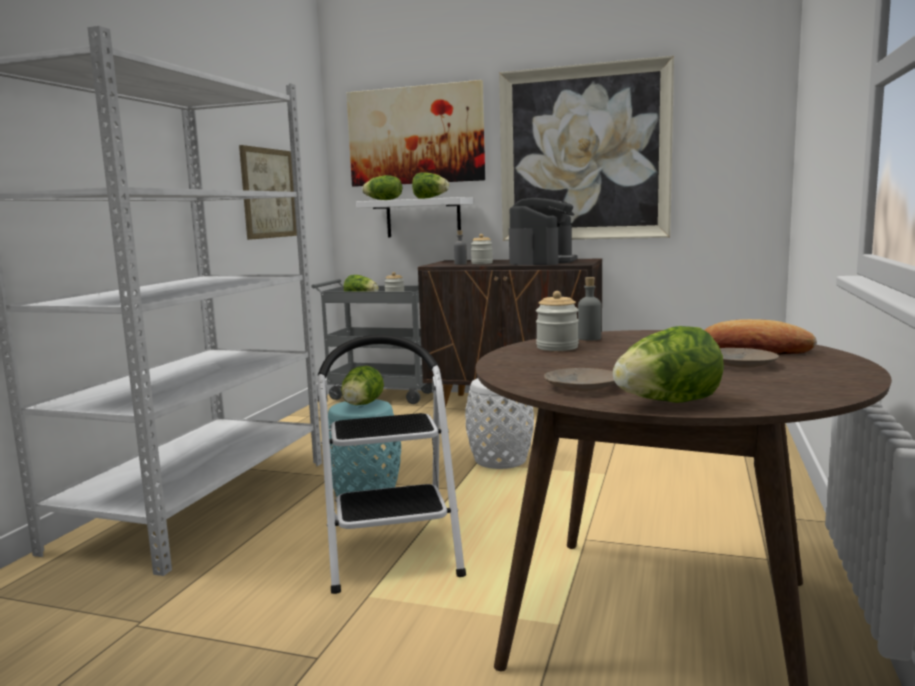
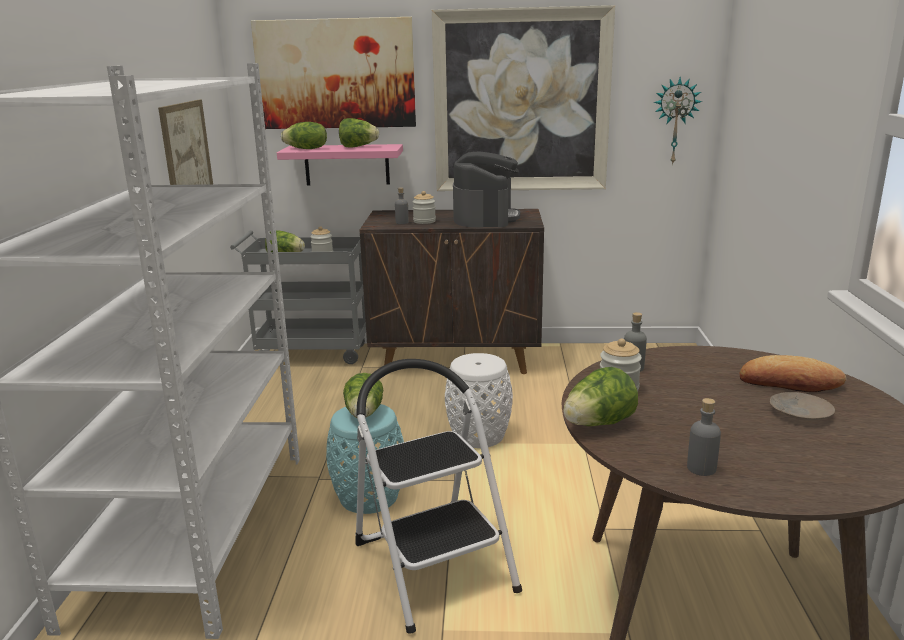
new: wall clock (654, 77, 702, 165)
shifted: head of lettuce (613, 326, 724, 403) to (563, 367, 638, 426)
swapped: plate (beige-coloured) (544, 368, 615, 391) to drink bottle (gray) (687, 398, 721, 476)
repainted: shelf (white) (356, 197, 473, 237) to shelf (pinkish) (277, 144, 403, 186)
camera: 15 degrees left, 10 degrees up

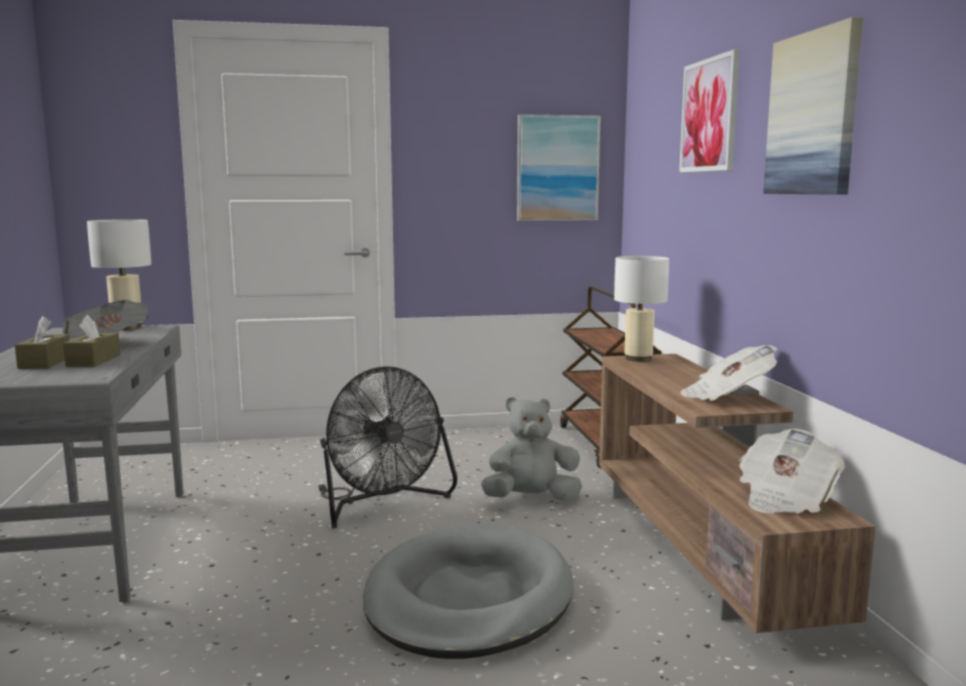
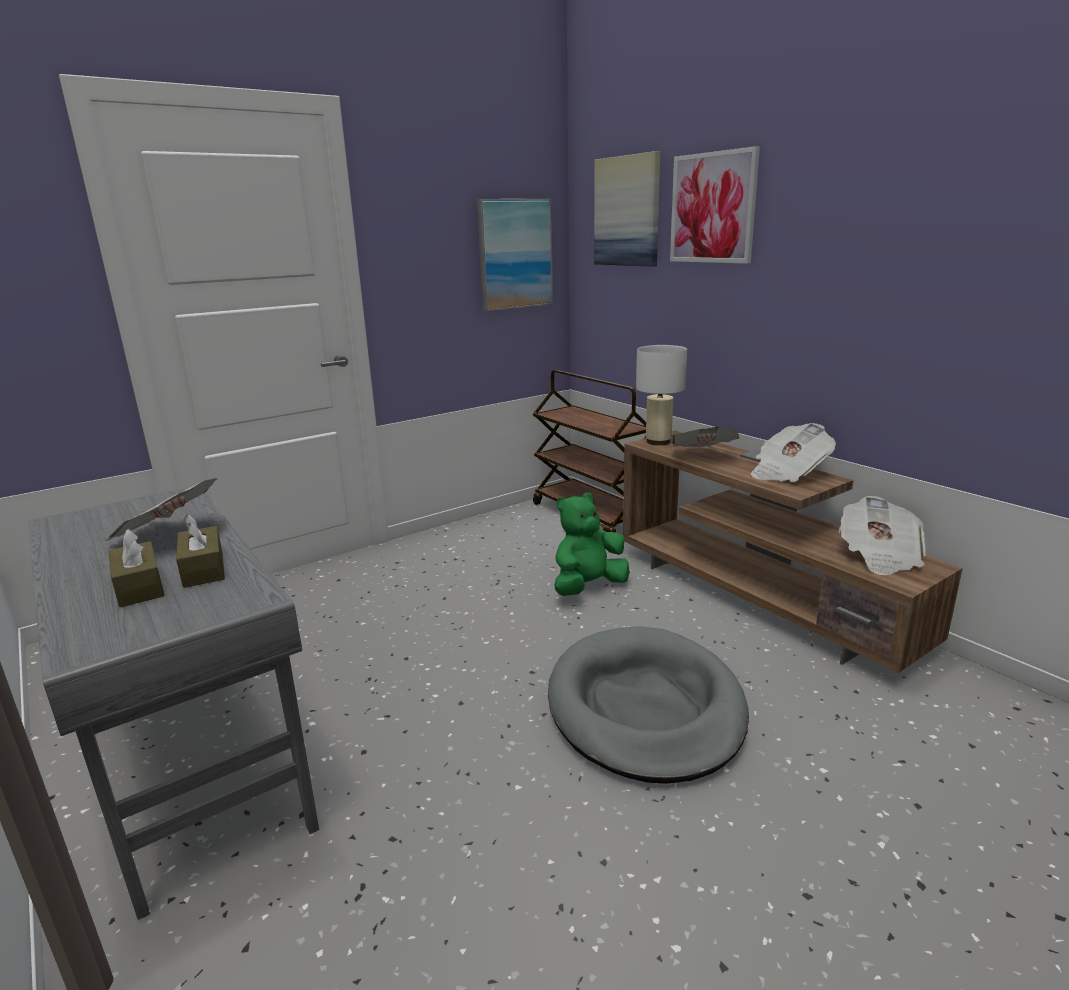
gone: tabletop lamp (white) (87, 219, 151, 330); cooling fan (black) (318, 366, 457, 528)
new: newspaper (671, 427, 740, 447)
shifted: wall picture (763, 17, 863, 195) to (594, 151, 661, 267)
repainted: cuddly toy (gray) (481, 397, 582, 501) to cuddly toy (greenish) (554, 493, 630, 596)
camera: 25 degrees left, 10 degrees up

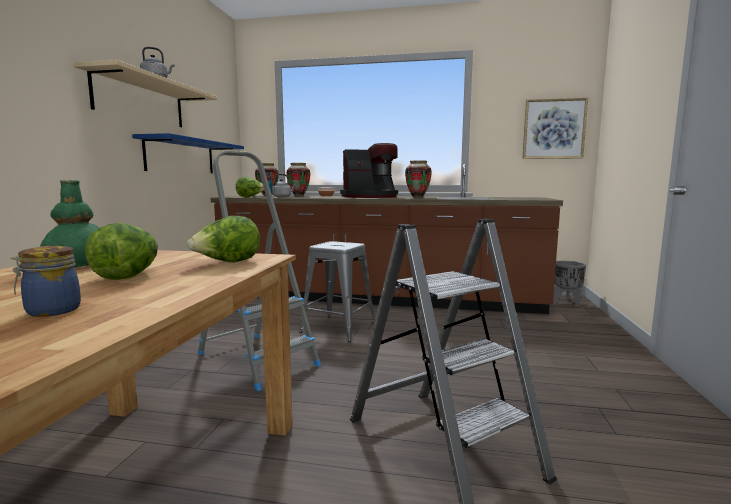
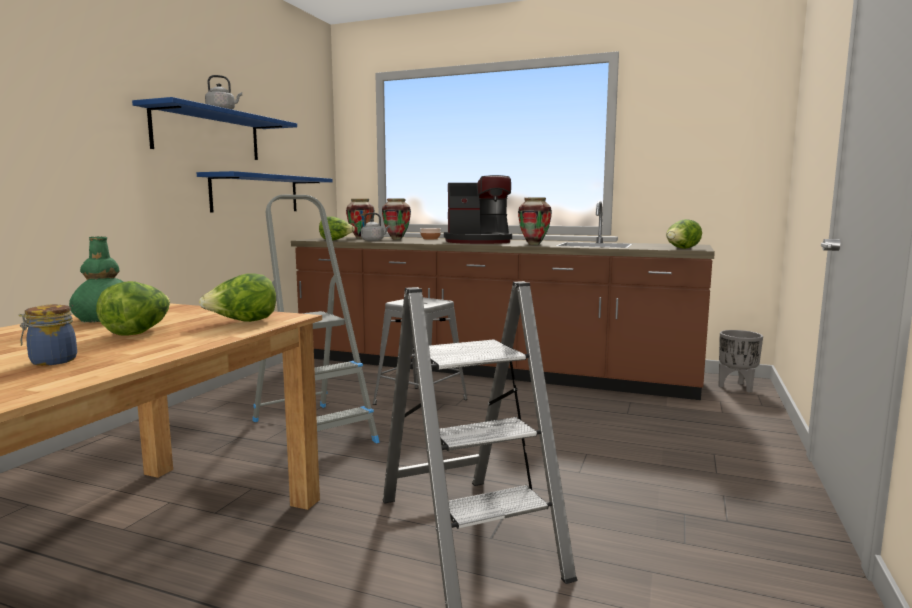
gone: wall picture (522, 98, 588, 159)
new: head of lettuce (666, 219, 702, 249)
repainted: shelf (beige-coloured) (74, 60, 218, 127) to shelf (blue-coloured) (132, 97, 297, 160)
camera: 10 degrees right, 0 degrees up

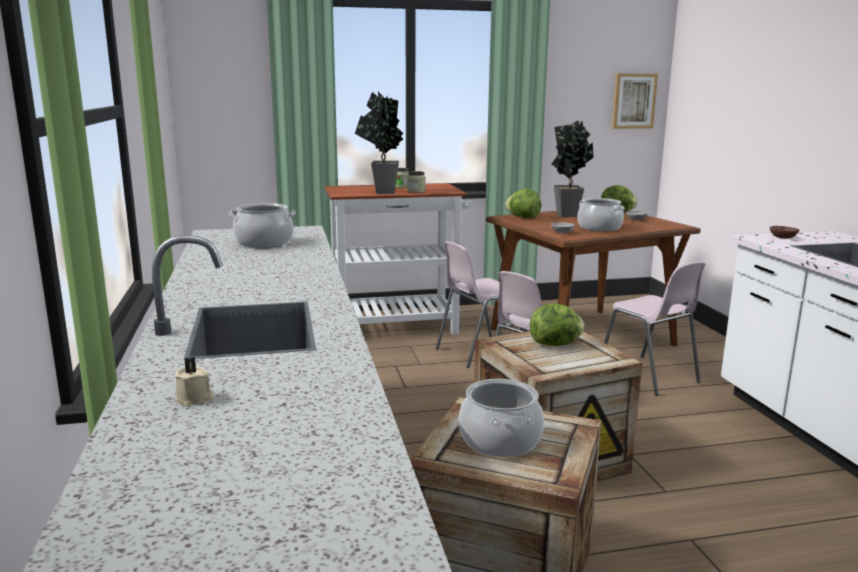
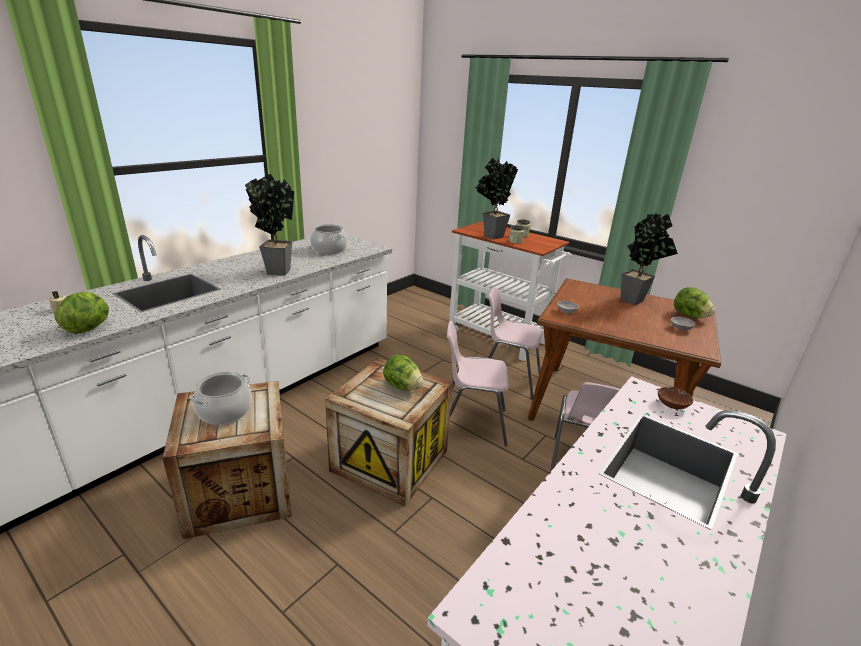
gone: cooking pot (577, 198, 624, 232); wall picture (612, 73, 658, 129)
new: plant in a pot (245, 173, 294, 276)
shifted: head of lettuce (505, 189, 541, 218) to (54, 292, 109, 334)
camera: 50 degrees right, 10 degrees up

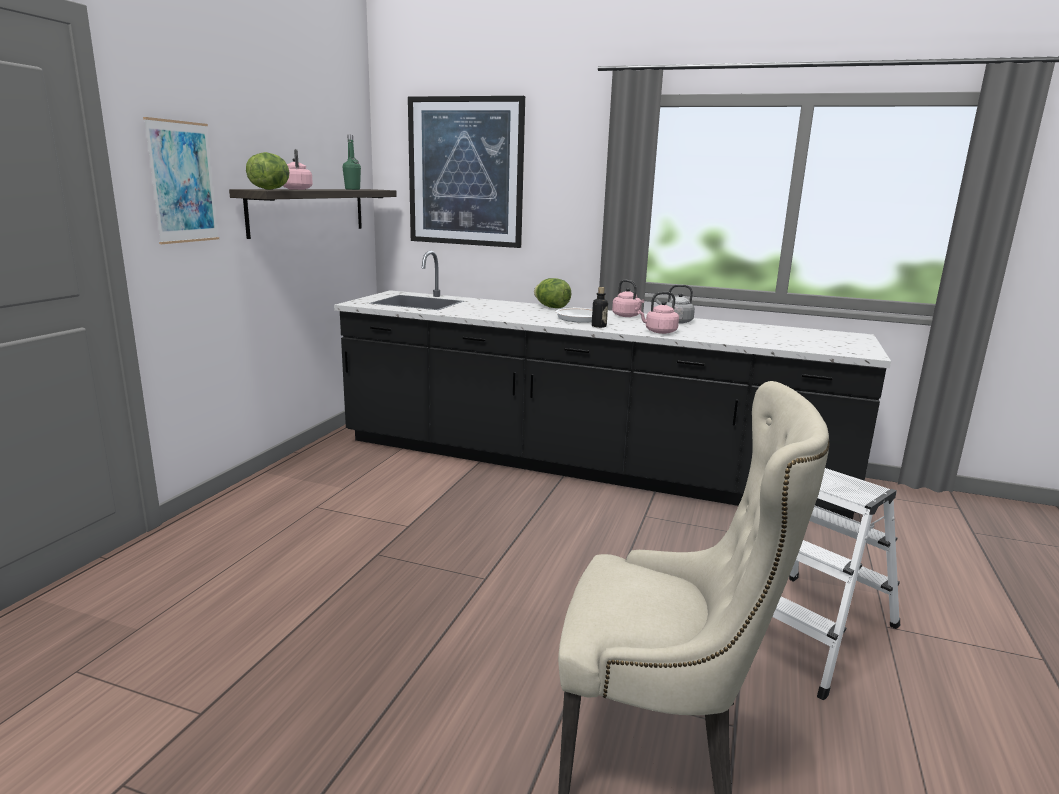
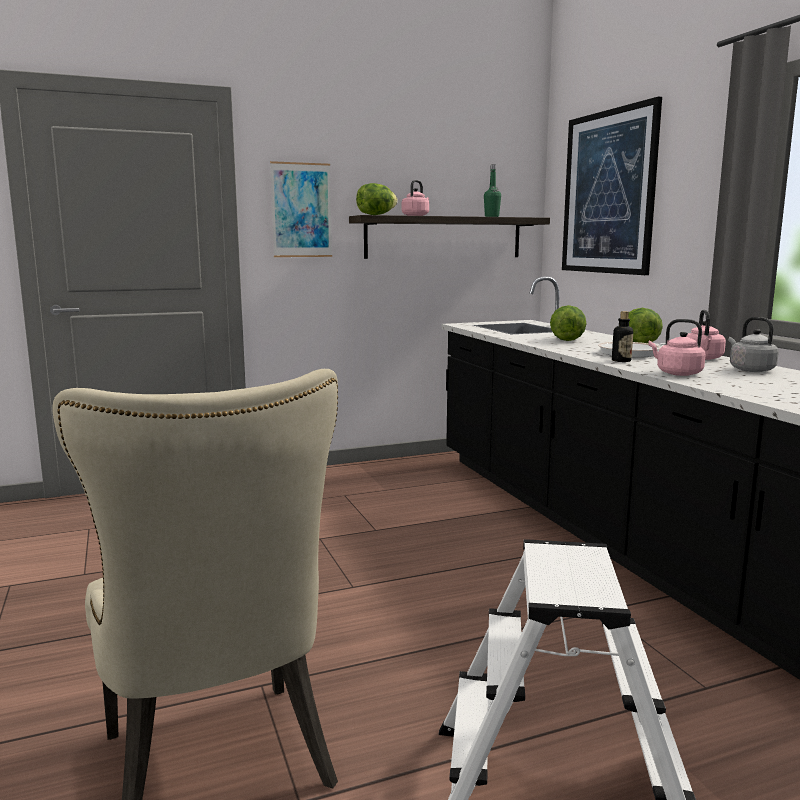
new: head of lettuce (550, 305, 586, 341)
camera: 50 degrees right, 5 degrees down

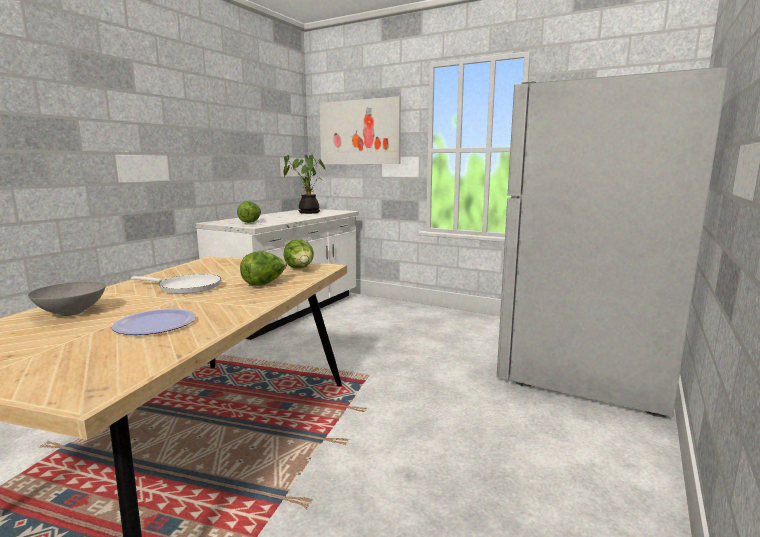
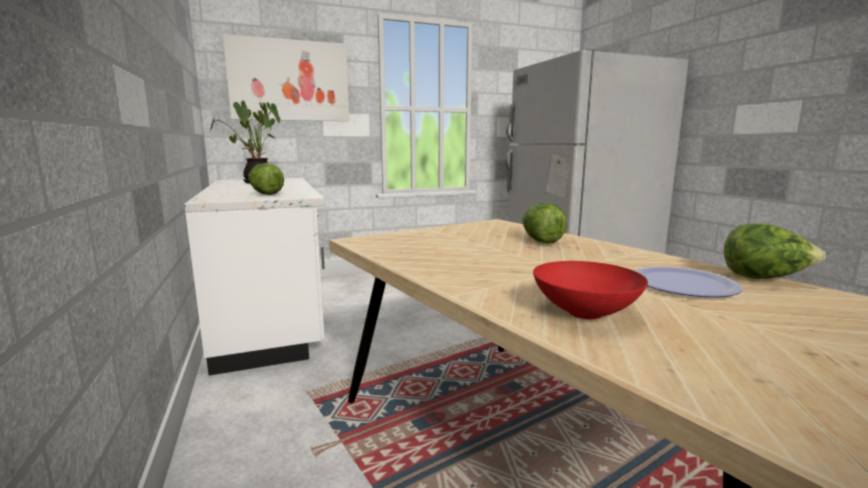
gone: frying pan (white) (131, 274, 221, 294)
shifted: head of lettuce (284, 239, 314, 269) to (724, 224, 826, 279)
repainted: deep dish (gray) (28, 282, 106, 316) to deep dish (red-coloured) (533, 261, 648, 319)
camera: 50 degrees left, 0 degrees up

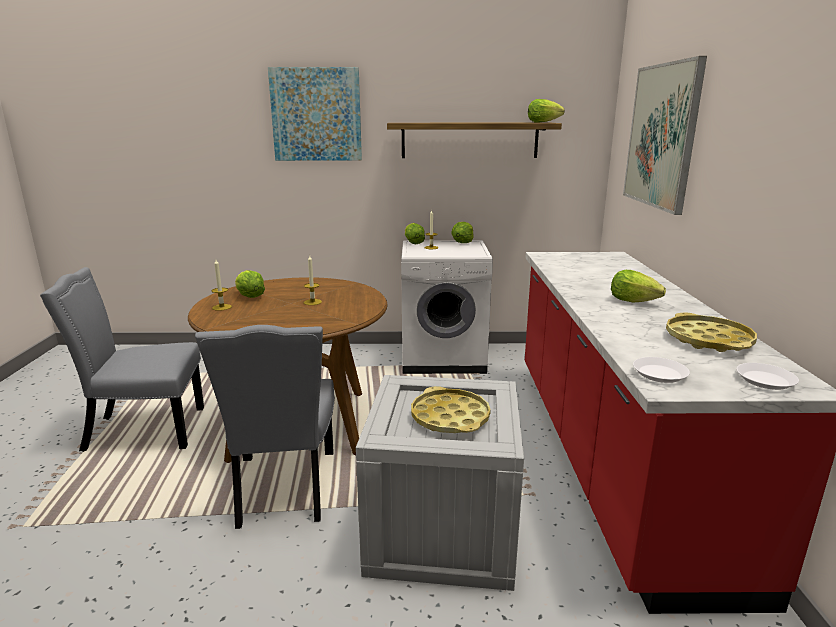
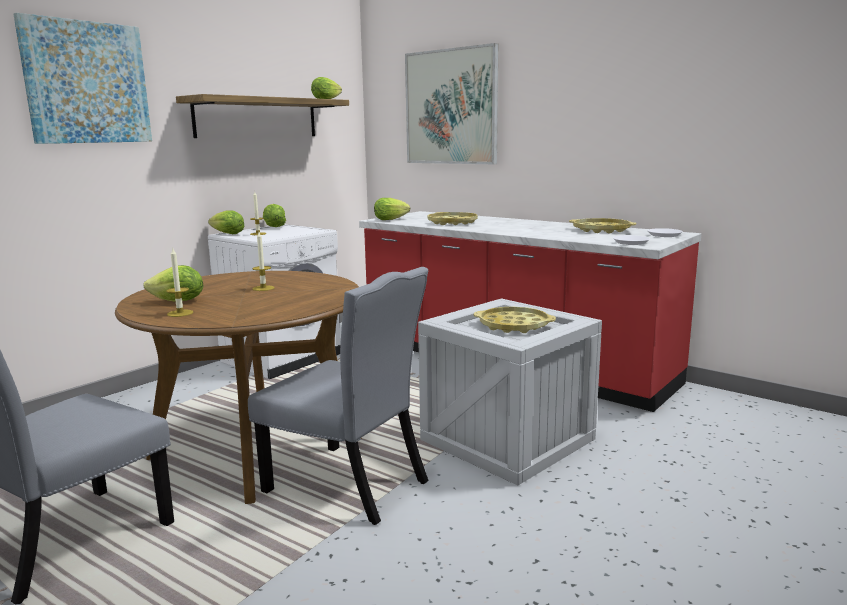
new: carrying tray (yellow) (427, 212, 478, 225)
shifted: head of lettuce (611, 270, 666, 302) to (374, 198, 410, 220)
camera: 50 degrees left, 5 degrees down

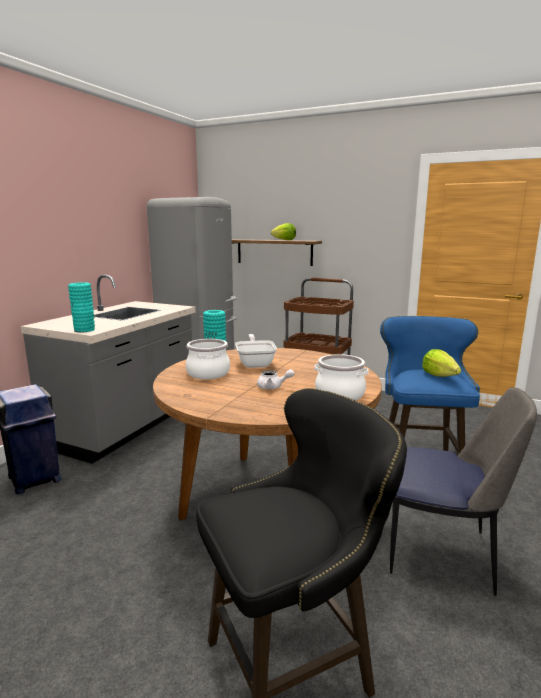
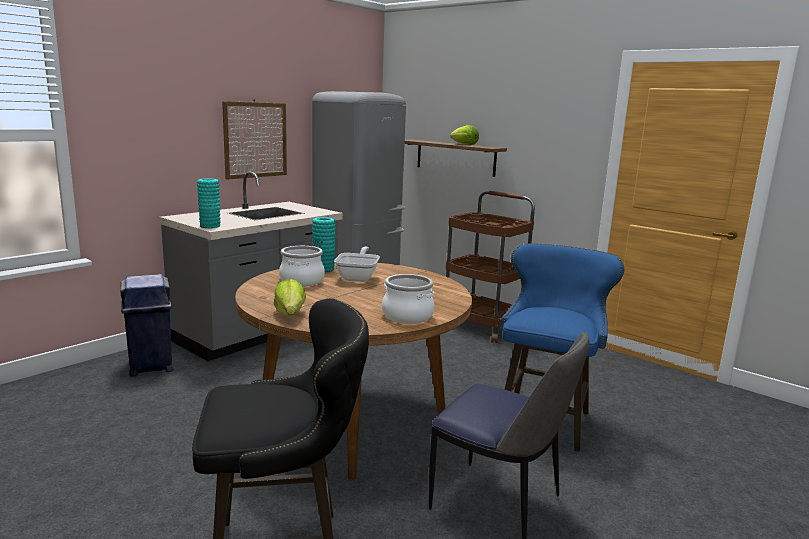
gone: pot for tea (white) (257, 369, 294, 389)
new: wall picture (222, 100, 287, 180)
shifted: head of lettuce (422, 349, 461, 377) to (274, 279, 306, 316)
camera: 15 degrees right, 0 degrees up

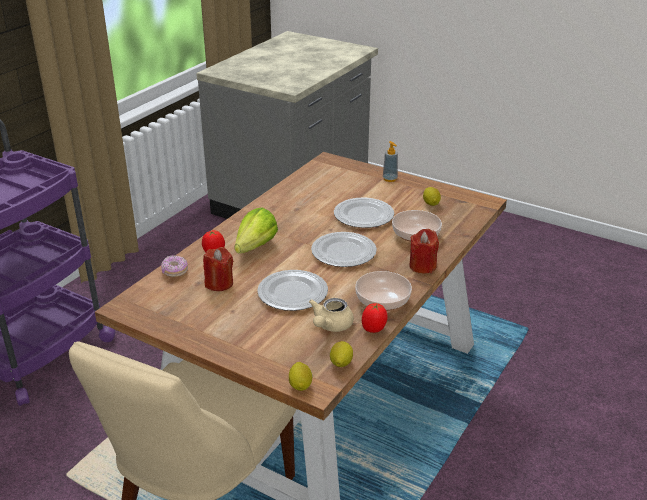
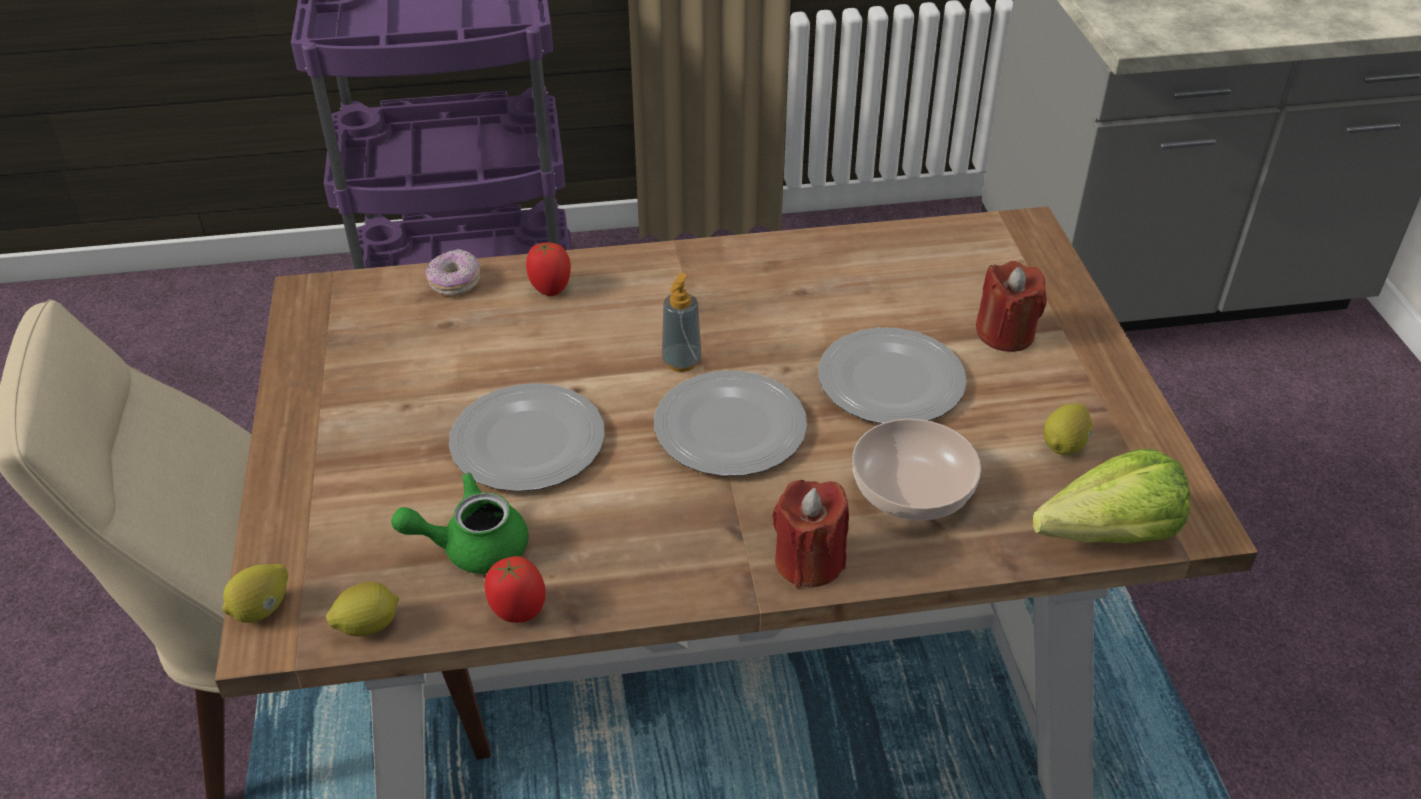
gone: deep dish (355, 271, 412, 311)
shifted: soap dispenser (383, 141, 398, 182) to (662, 273, 702, 372); candle (red-coloured) (203, 247, 233, 291) to (976, 261, 1047, 352); head of lettuce (234, 207, 278, 253) to (1033, 449, 1190, 543)
repainted: pot for tea (beige-coloured) (309, 298, 354, 332) to pot for tea (greenish) (391, 473, 528, 574)
camera: 50 degrees right, 10 degrees up

